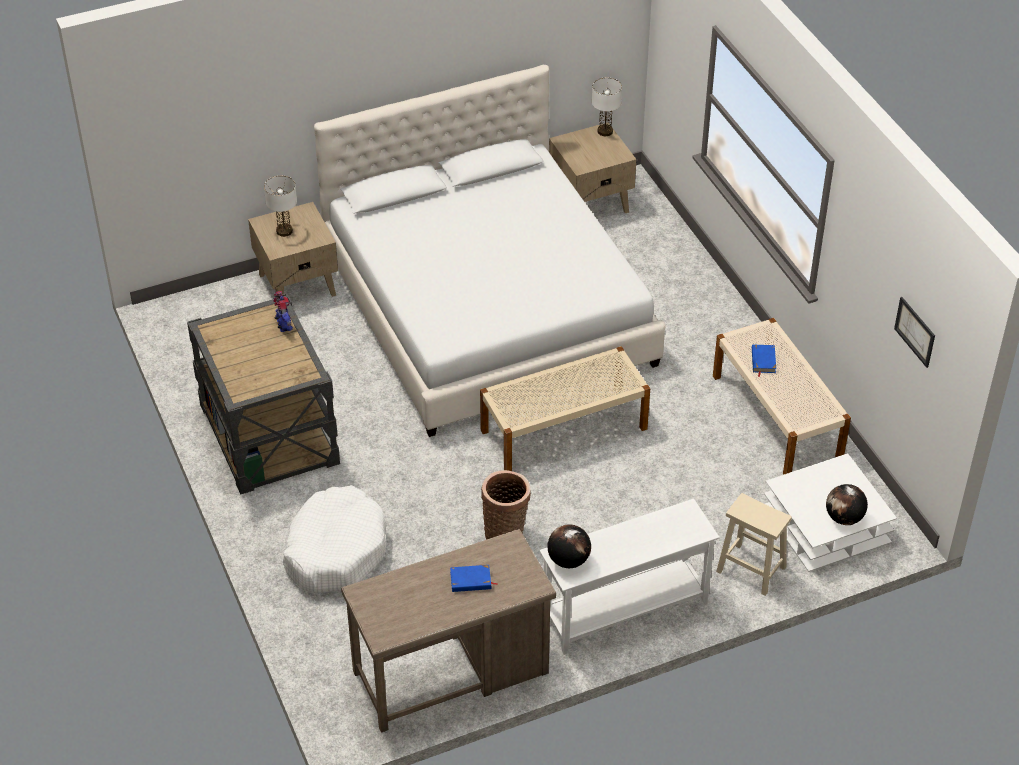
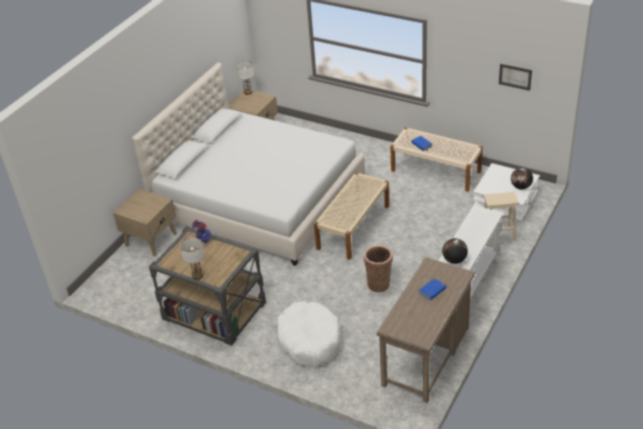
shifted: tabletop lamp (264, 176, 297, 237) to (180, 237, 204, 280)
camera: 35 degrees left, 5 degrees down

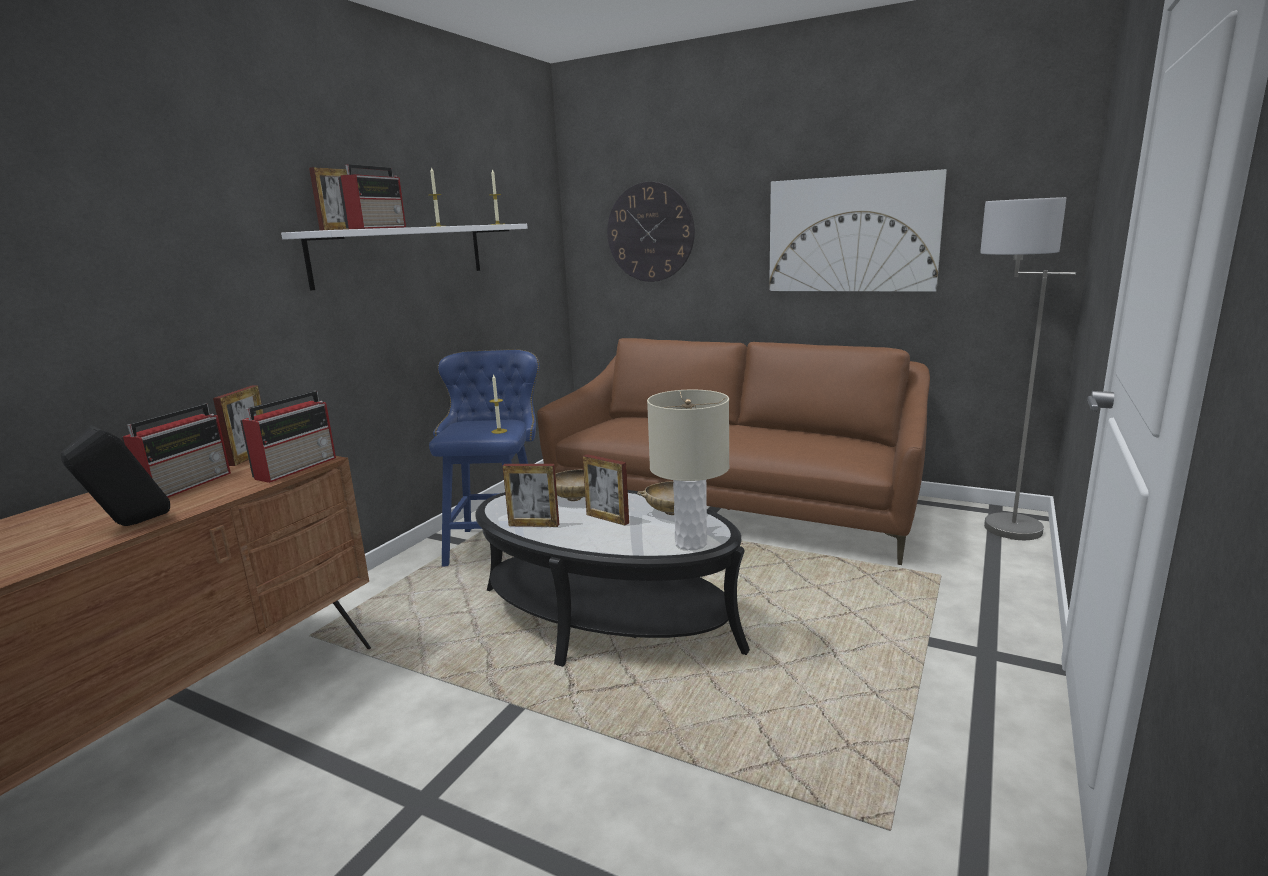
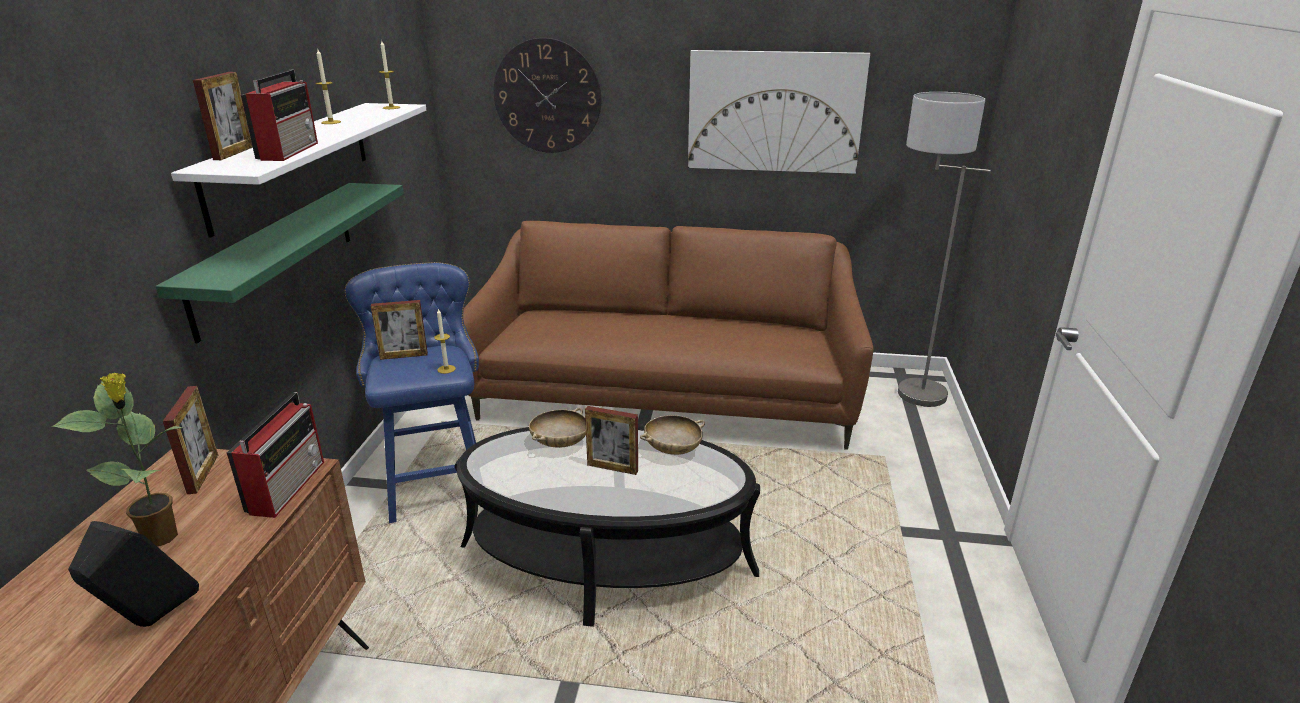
gone: tabletop lamp (beige-coloured) (647, 390, 729, 550)
new: shelf (greenish) (156, 183, 404, 343)
shifted: photo frame (503, 464, 559, 527) to (371, 300, 428, 360)
swapped: radio (121, 403, 231, 498) to plant in a pot (52, 373, 184, 547)
camera: 20 degrees left, 10 degrees up

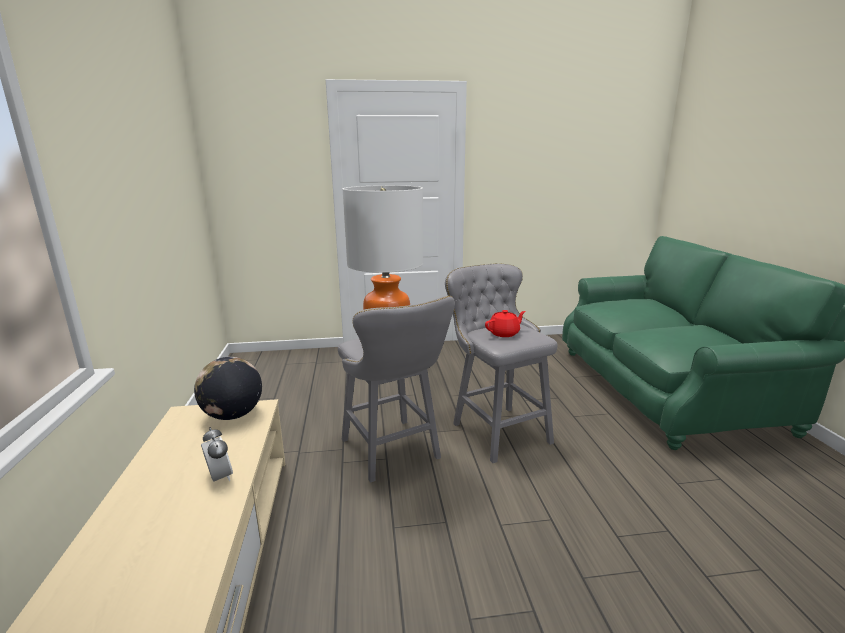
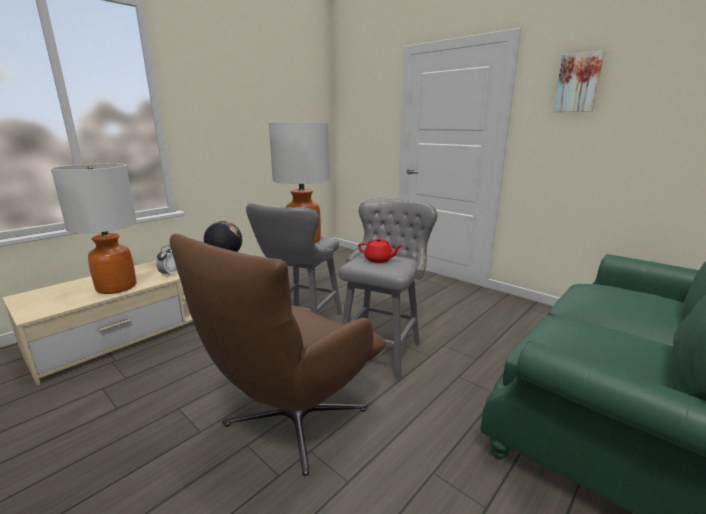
new: tabletop lamp (51, 163, 137, 294); armchair (brown) (170, 234, 386, 476); wall picture (553, 51, 605, 112)
camera: 50 degrees right, 0 degrees up

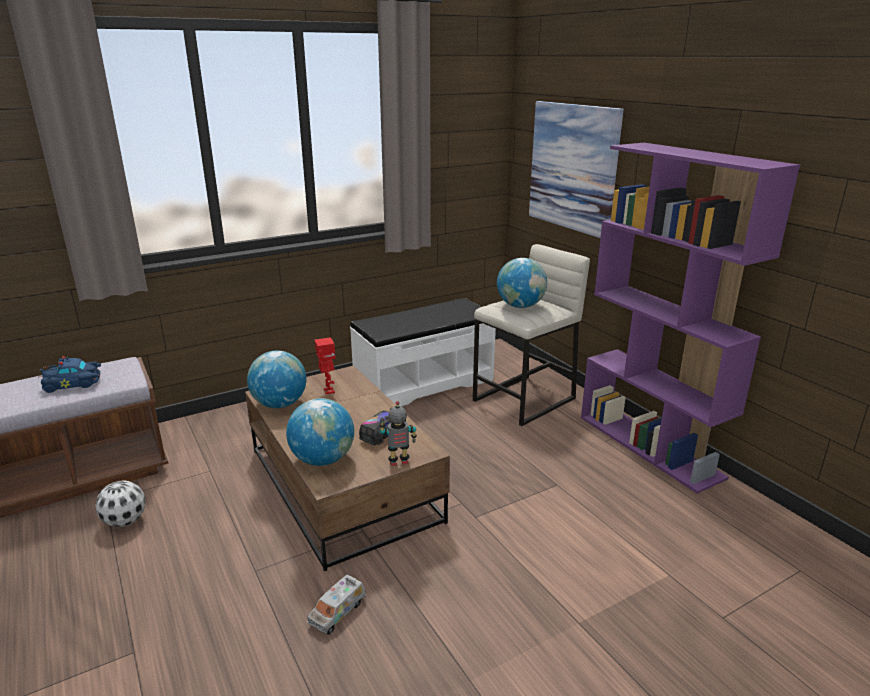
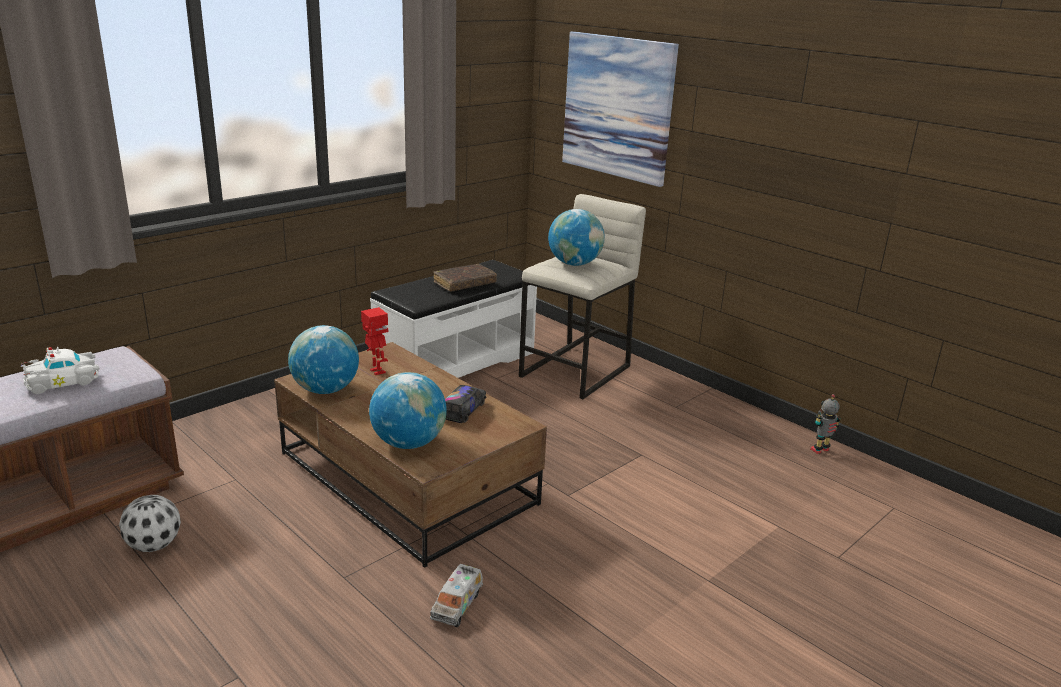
gone: shelving unit (purplish) (581, 143, 800, 494)
new: volume (brown) (433, 264, 497, 291)
shifted: toy robot (379, 401, 417, 466) to (810, 394, 840, 454)
repainted: miniature car (blue-coloured) (38, 356, 101, 393) to miniature car (white) (21, 347, 100, 394)
camera: 15 degrees left, 0 degrees up

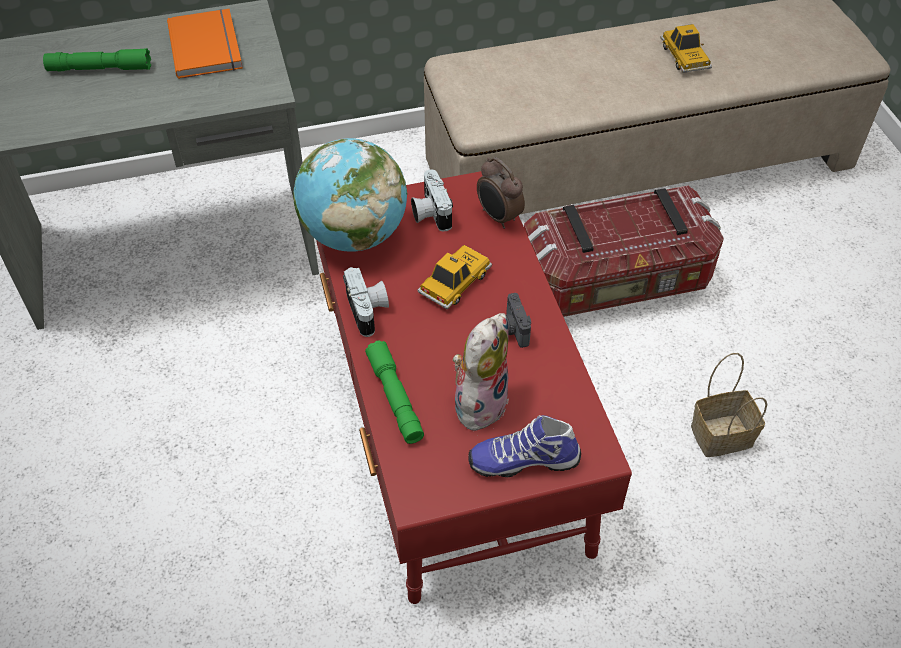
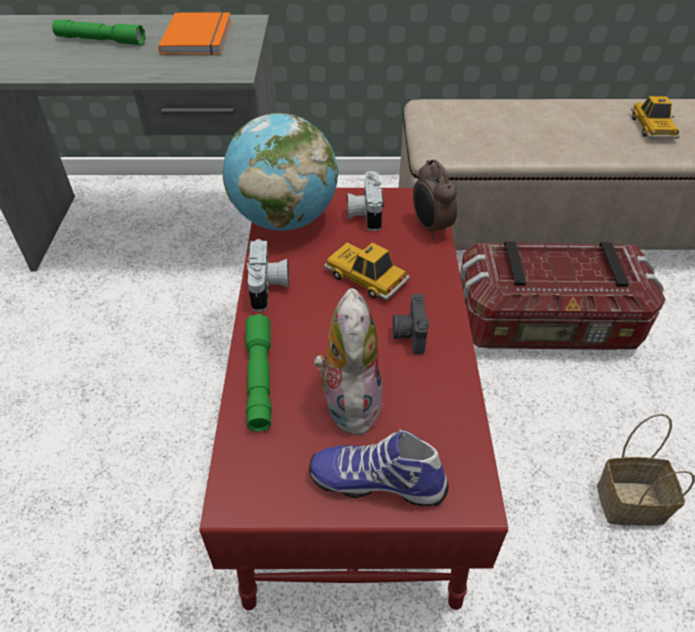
rotated: cuddly toy (453, 313, 509, 431) = (314, 288, 383, 437) 45 degrees counterclockwise; miniature car (418, 245, 492, 309) = (324, 242, 410, 300) 105 degrees counterclockwise
camera: 15 degrees right, 5 degrees down

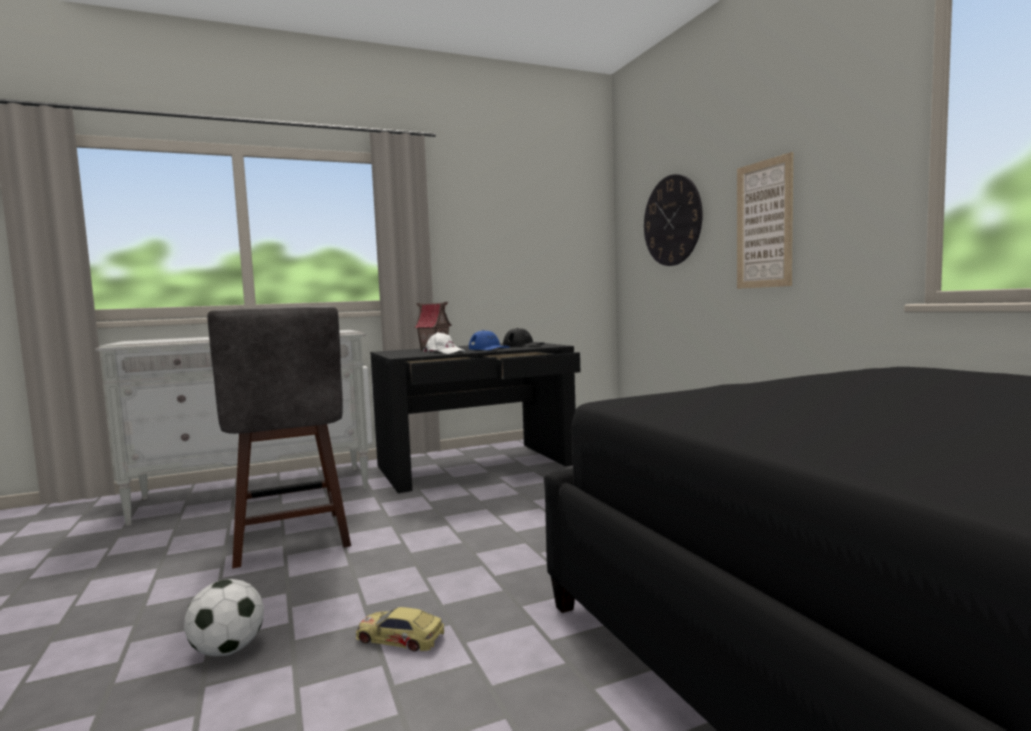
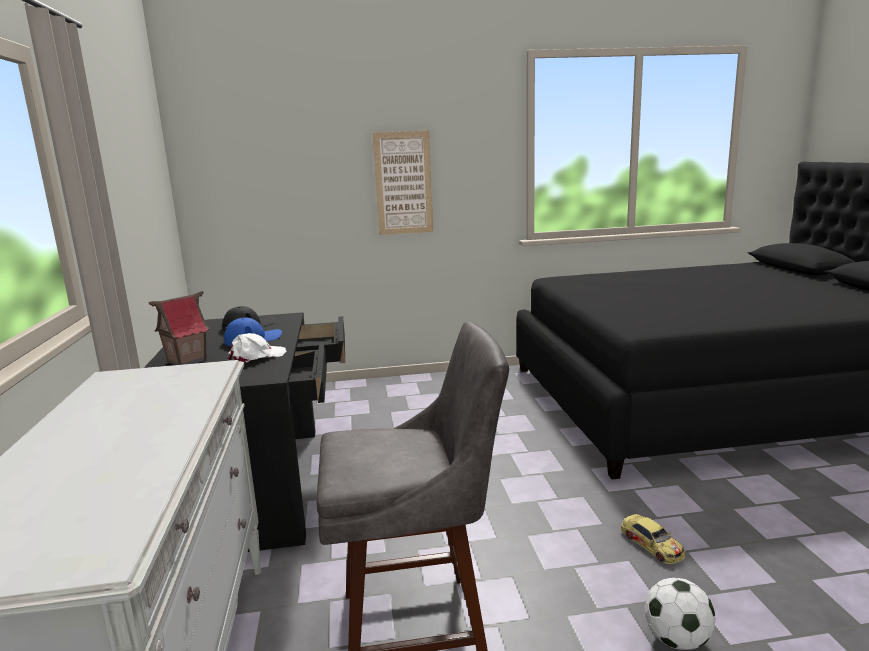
gone: wall clock (644, 174, 703, 266)
rotated: miniature car (356, 607, 444, 651) = (621, 514, 685, 564) 60 degrees counterclockwise
camera: 75 degrees left, 10 degrees up

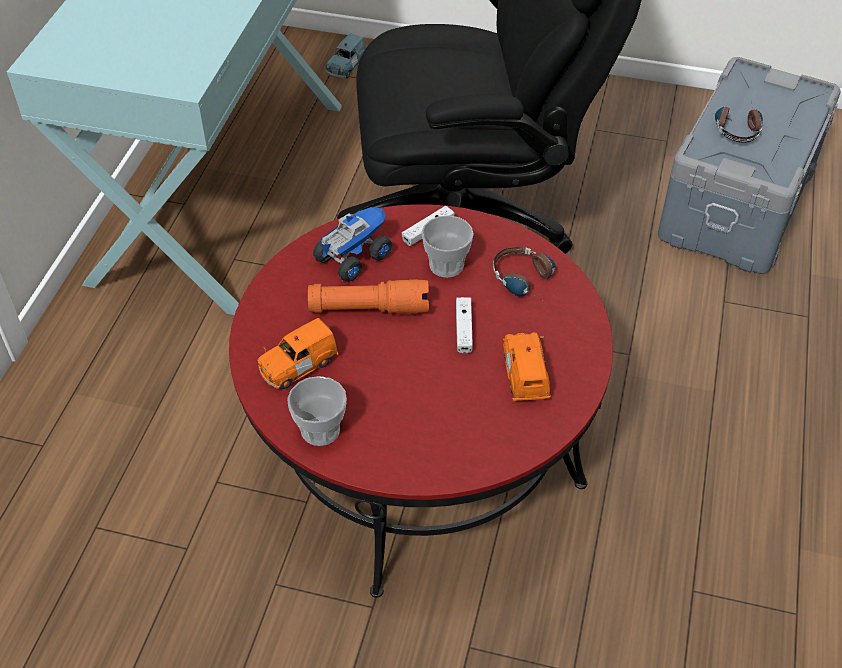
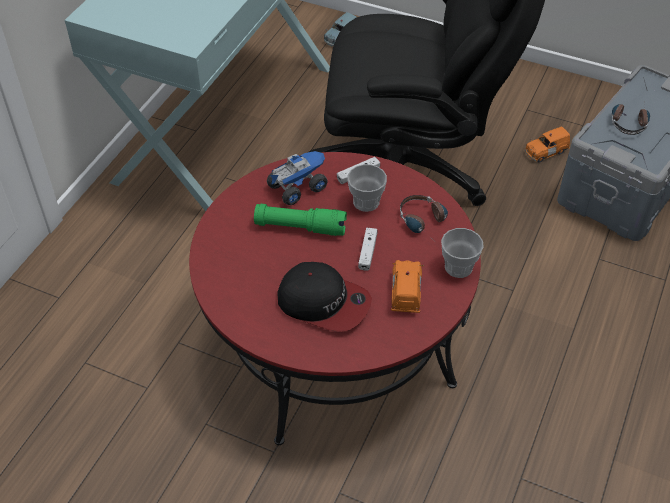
new: cap (277, 262, 372, 332)
shifted: small cup (287, 376, 347, 446) to (441, 228, 484, 278); miniature car (orangey) (257, 318, 338, 389) to (525, 126, 570, 162)
repainted: hand torch (orangey) (308, 279, 429, 314) to hand torch (greenish) (254, 204, 347, 236)
camera: 10 degrees right, 0 degrees up

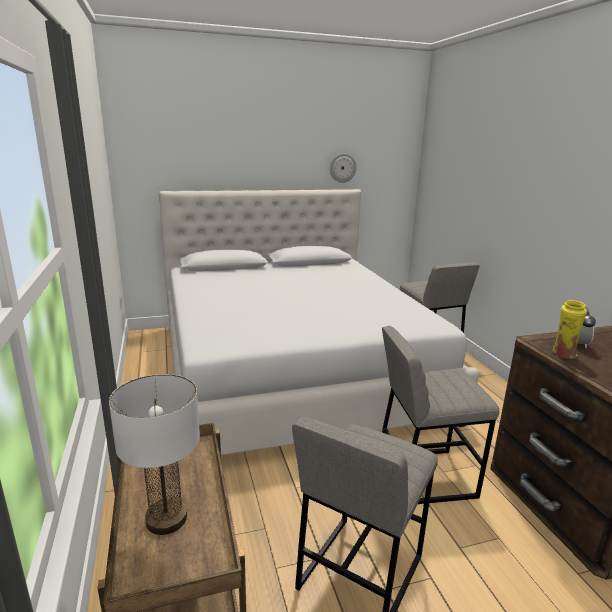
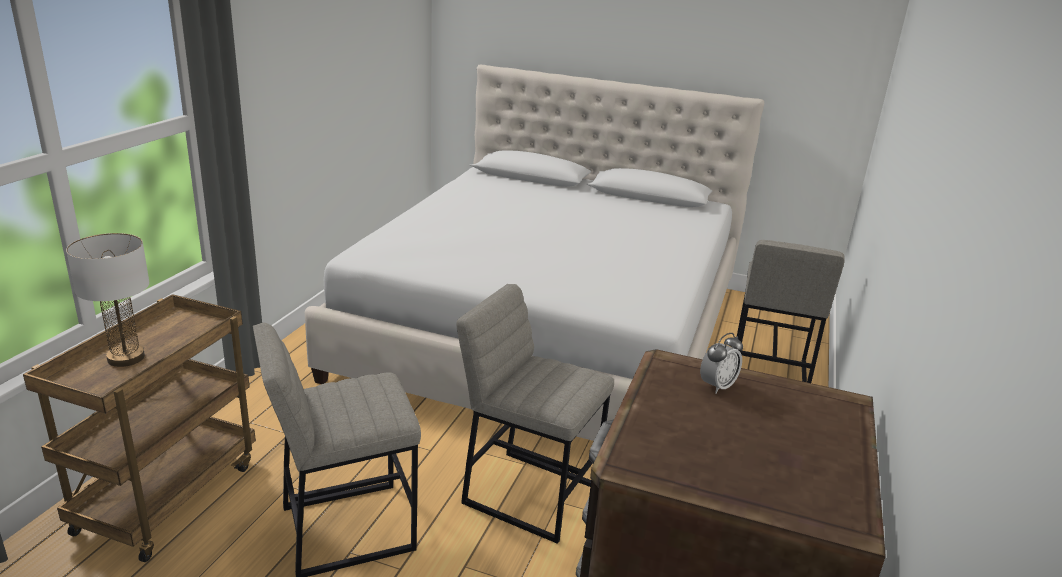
gone: wall clock (330, 153, 357, 183); flower vase (yellow) (552, 300, 587, 359)
camera: 35 degrees right, 5 degrees up

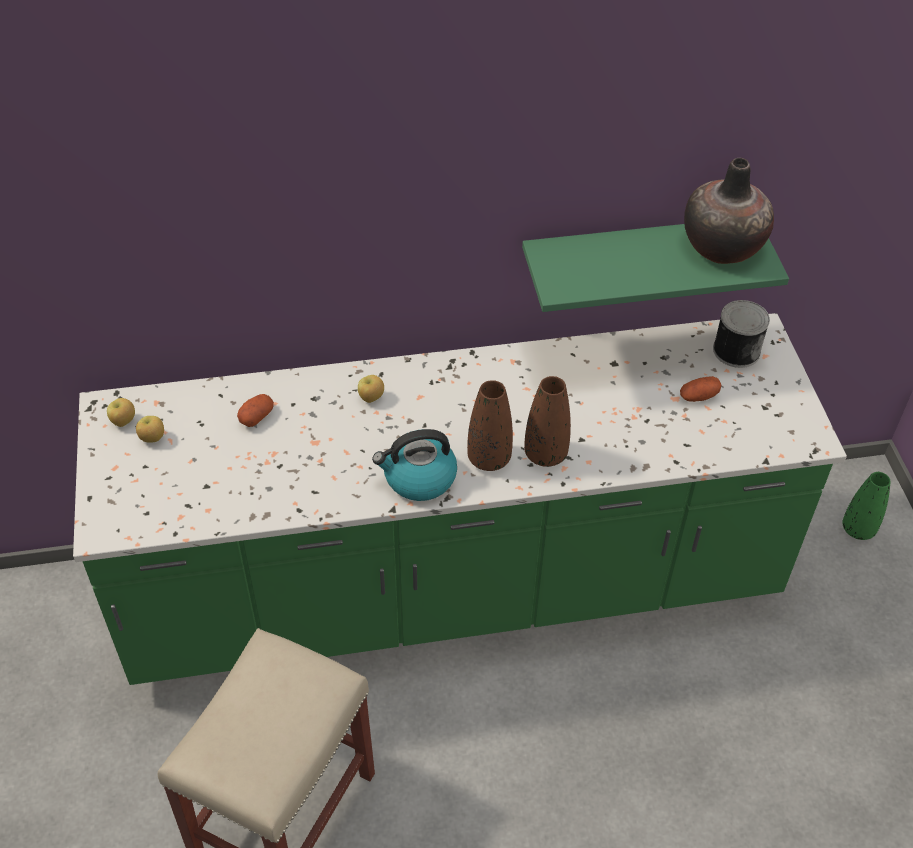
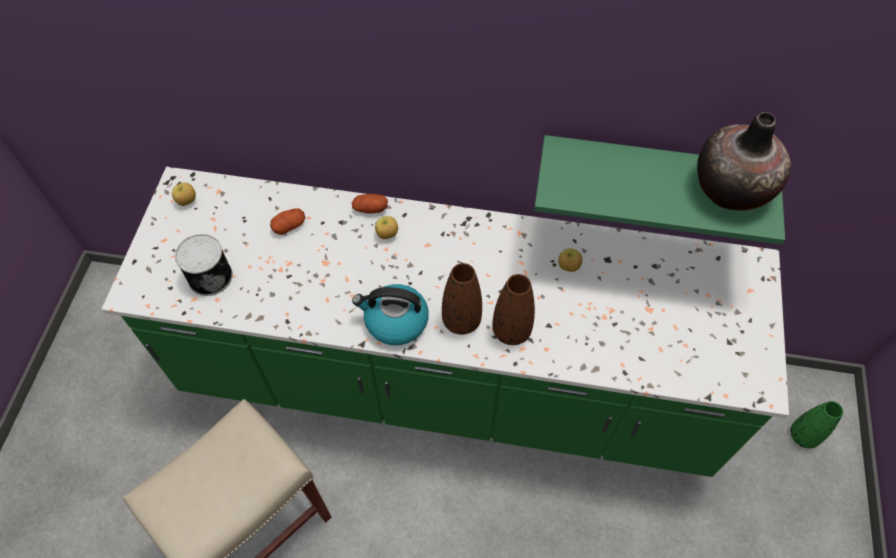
shifted: can (713, 300, 770, 368) to (175, 234, 233, 296); whole potato (680, 376, 721, 402) to (352, 194, 388, 214); whole apple (136, 416, 164, 443) to (558, 248, 582, 272)
camera: 20 degrees right, 10 degrees up

